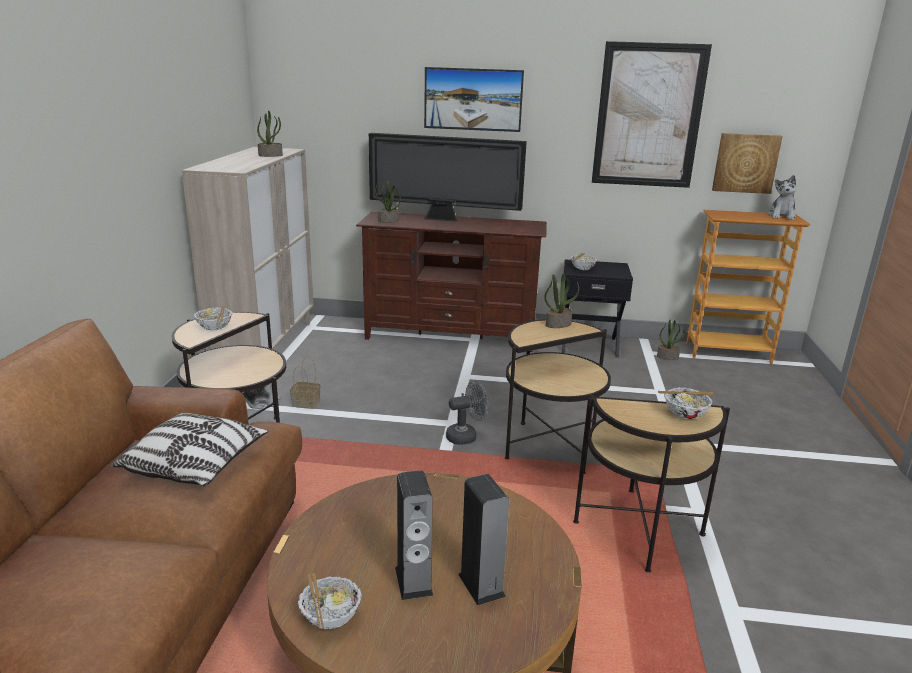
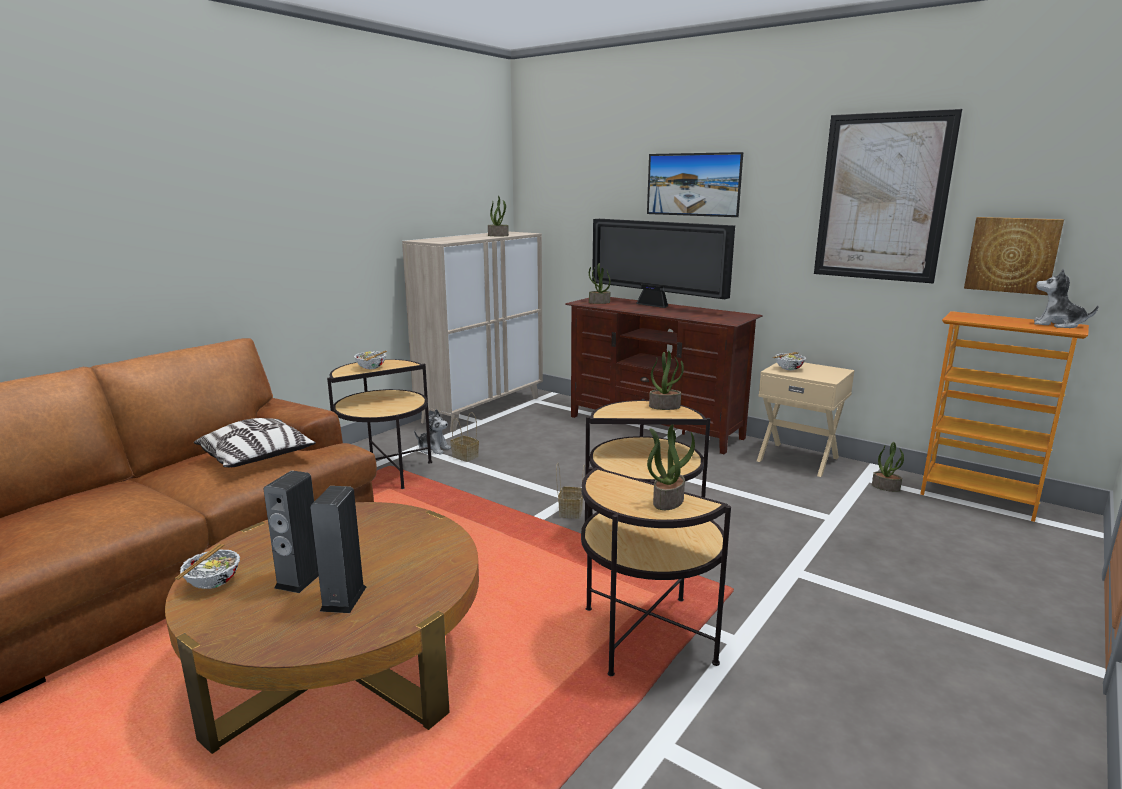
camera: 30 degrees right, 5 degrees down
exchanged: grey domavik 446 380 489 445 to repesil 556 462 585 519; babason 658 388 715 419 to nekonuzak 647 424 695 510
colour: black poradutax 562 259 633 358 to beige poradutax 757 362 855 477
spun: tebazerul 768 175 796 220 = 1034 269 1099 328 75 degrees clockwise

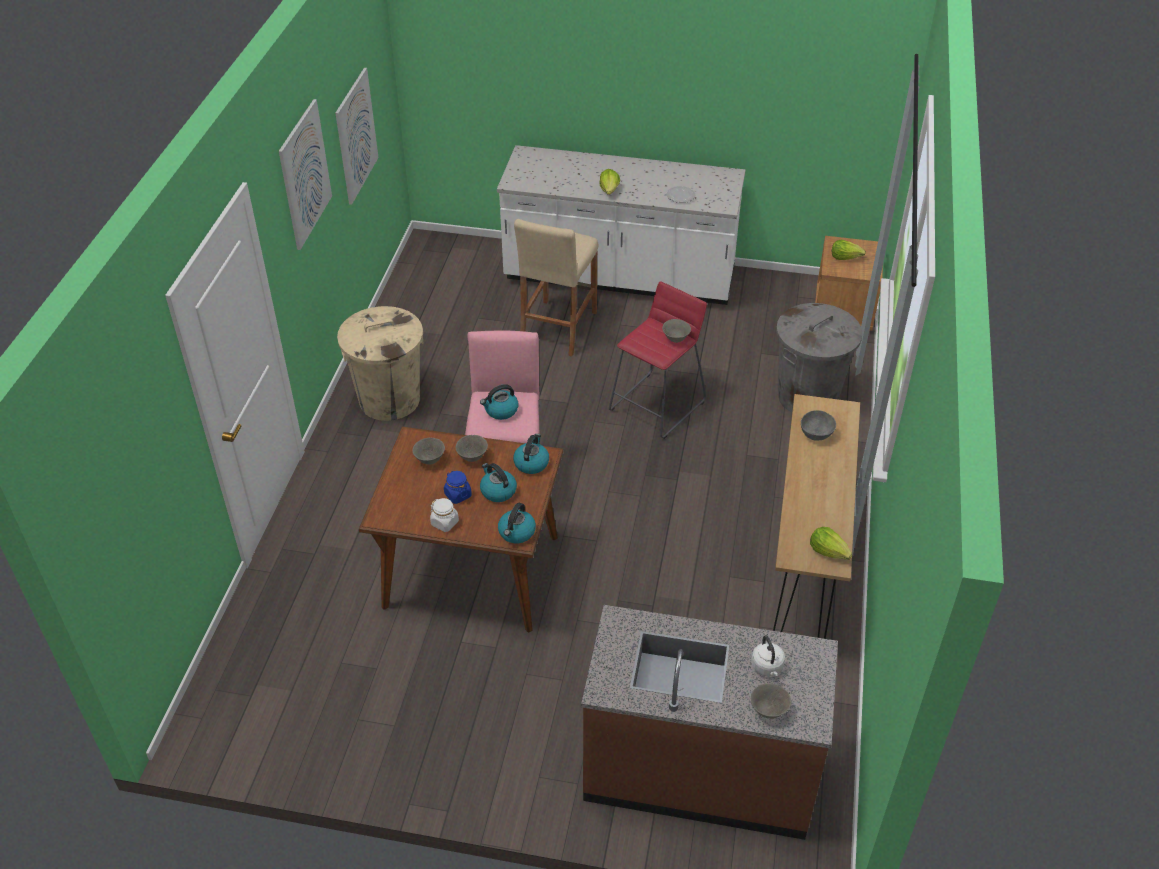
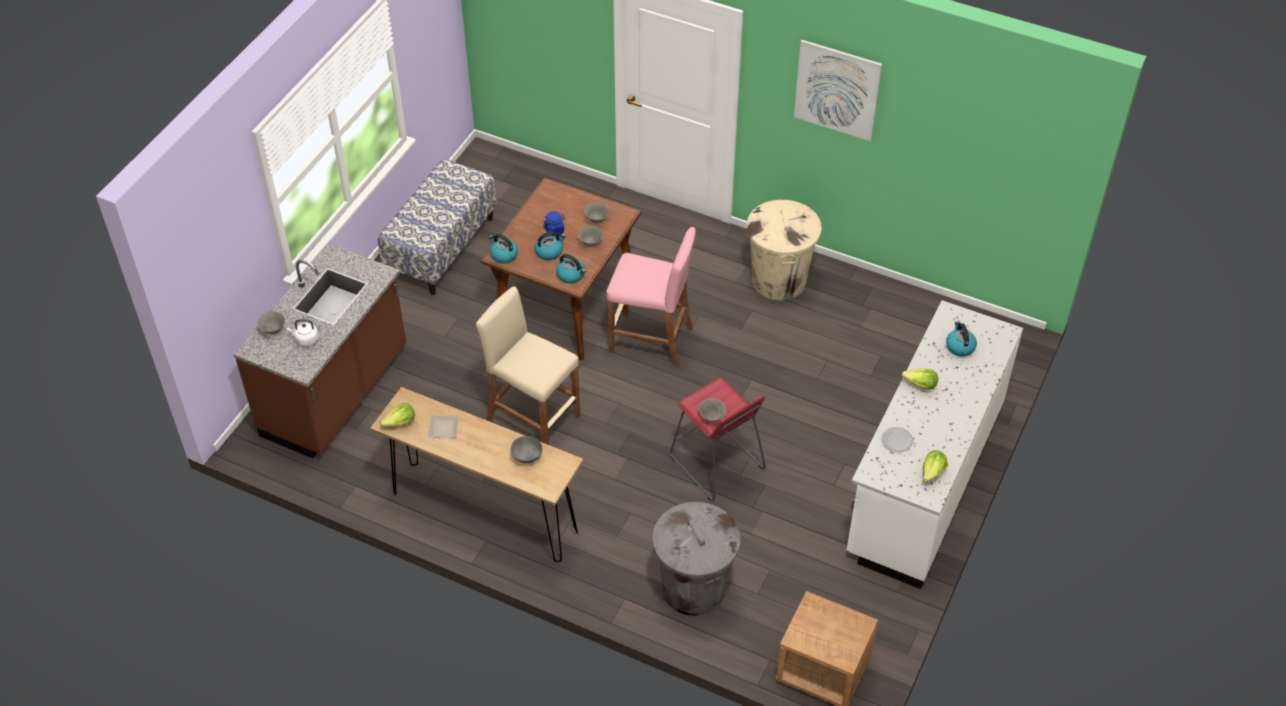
camera: 105 degrees right, 5 degrees up
missing: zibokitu 335 68 379 205; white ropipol 430 498 459 532
appeared: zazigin 378 159 497 295; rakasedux 428 415 459 438
relocated: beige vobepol 514 219 598 356 to 476 286 581 445; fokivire 832 240 866 260 to 923 450 948 482; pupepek 480 384 519 420 to 946 321 977 356

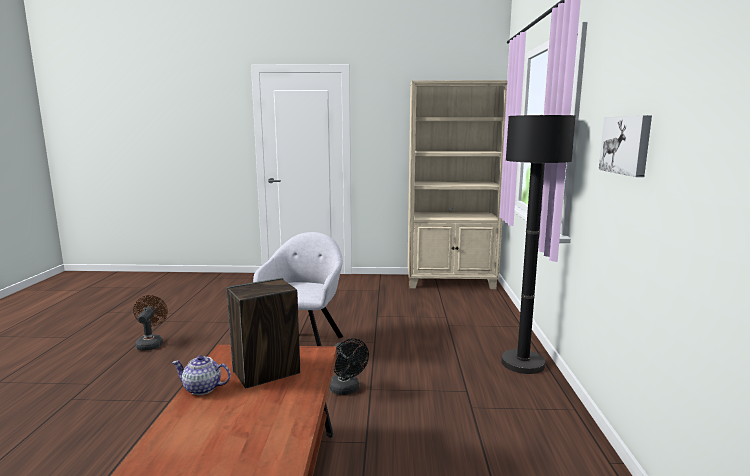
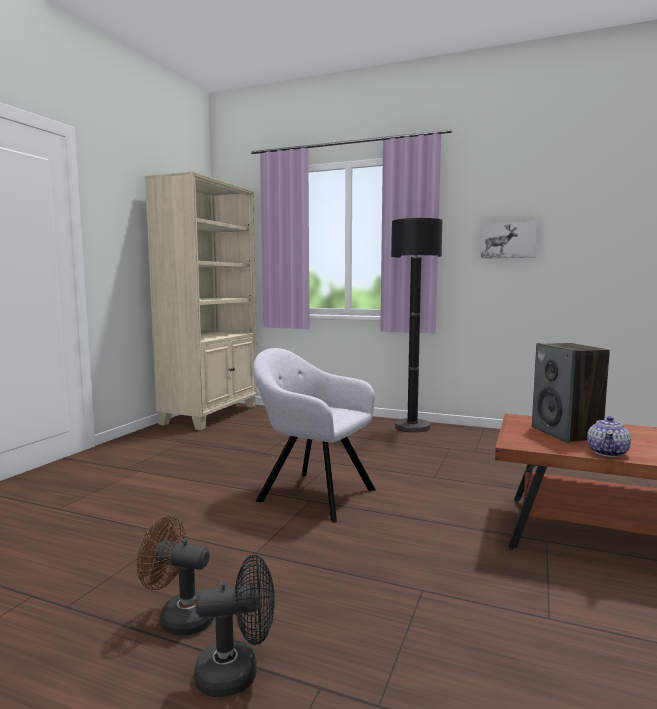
camera: 70 degrees left, 5 degrees down
relocated: black domavik 329 338 369 395 to 194 555 275 697

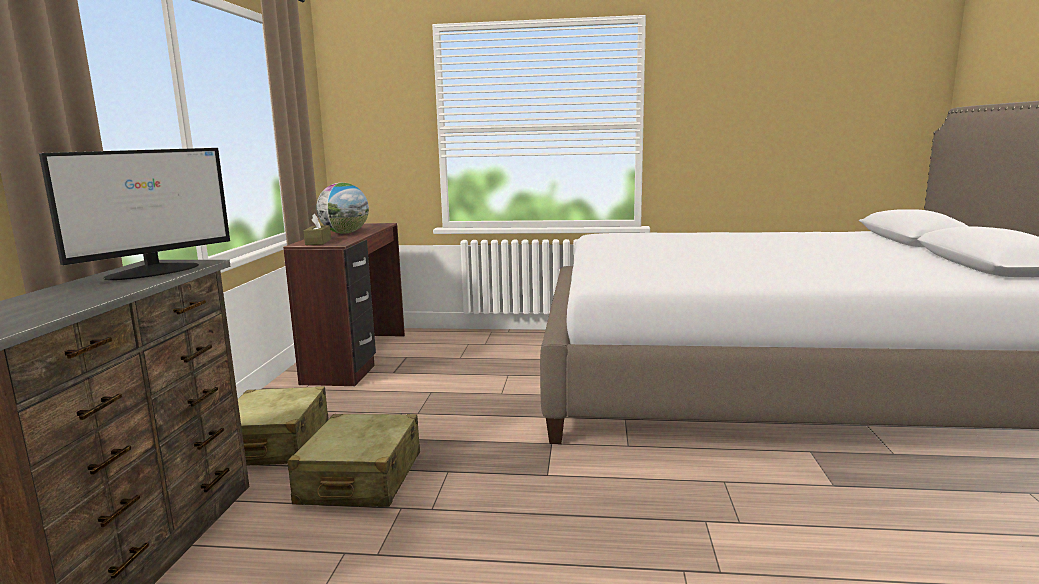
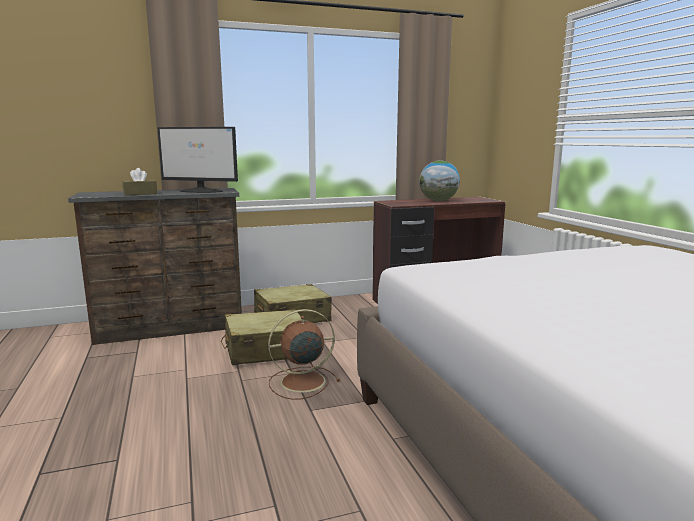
camera: 65 degrees right, 0 degrees up
appeared: brown domavik 268 309 340 400
relocated: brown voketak 304 214 331 245 to 123 168 157 196

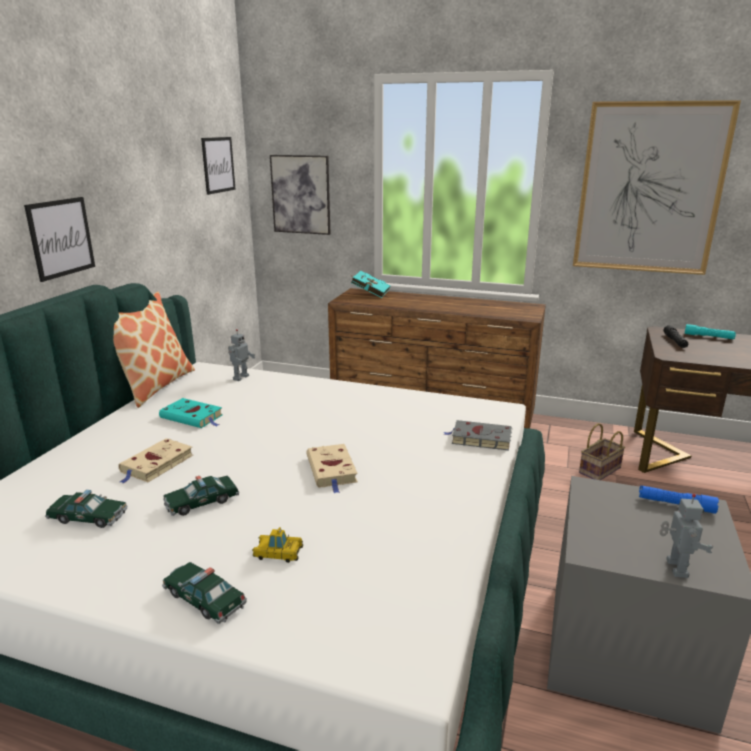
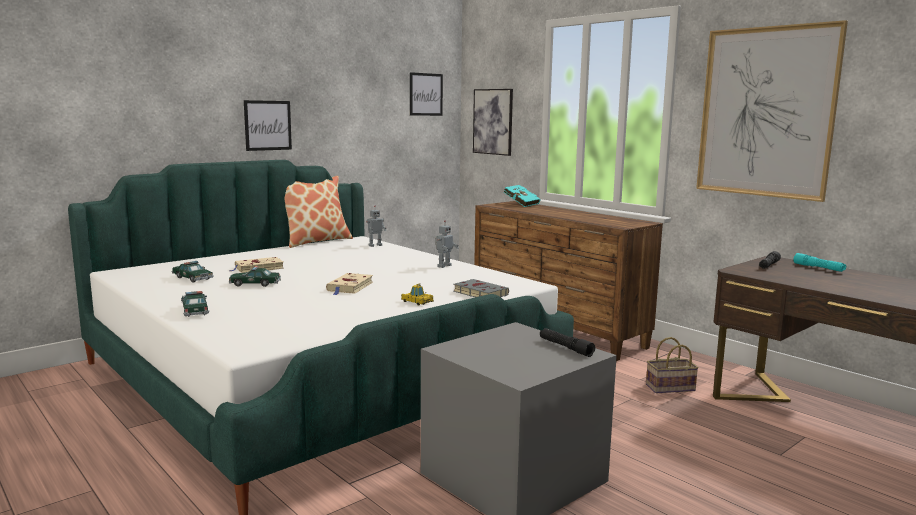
camera: 30 degrees right, 10 degrees down
missing: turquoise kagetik 159 398 223 428
relocated: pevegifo 660 494 713 578 to 435 221 459 268; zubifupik 252 527 303 563 to 401 283 434 306
colour: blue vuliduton 639 486 719 514 to black vuliduton 540 328 595 357

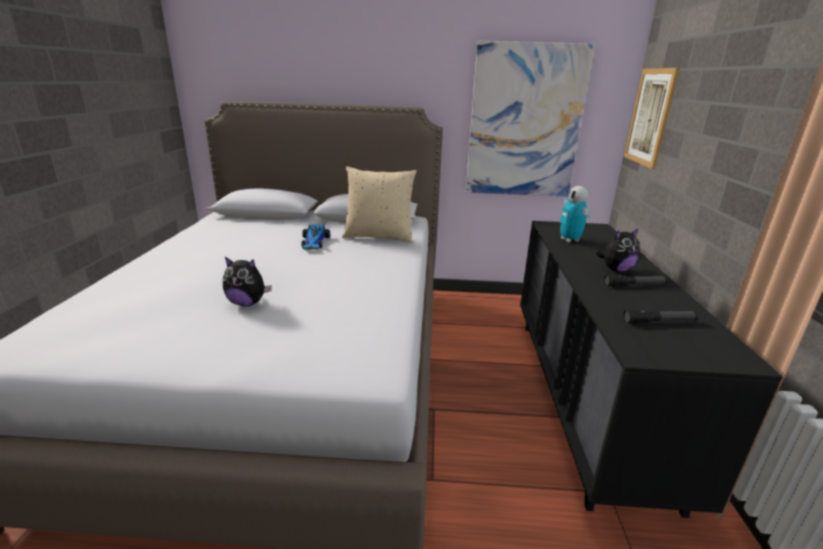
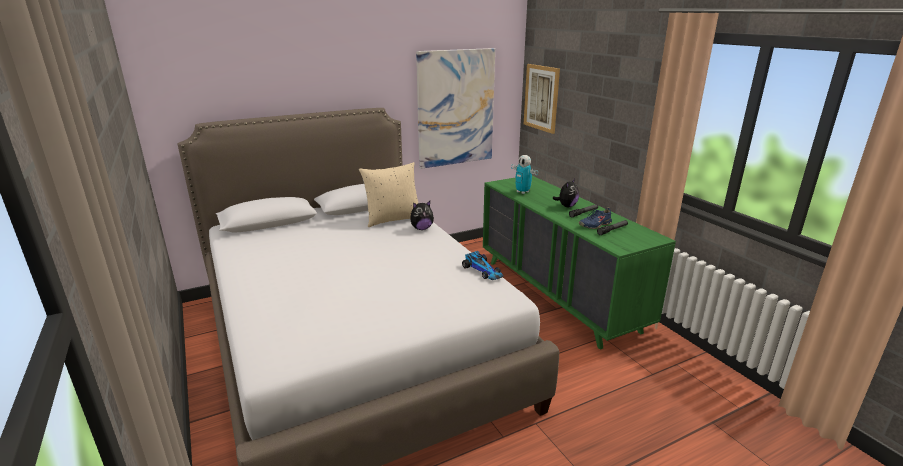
camera: 30 degrees left, 0 degrees up
appeared: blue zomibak 579 207 612 229
relocated: zubifupik 301 224 330 250 to 462 251 504 280; tebazerul 223 257 272 307 to 410 201 434 230
colour: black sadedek 520 221 783 518 to green sadedek 483 176 676 350

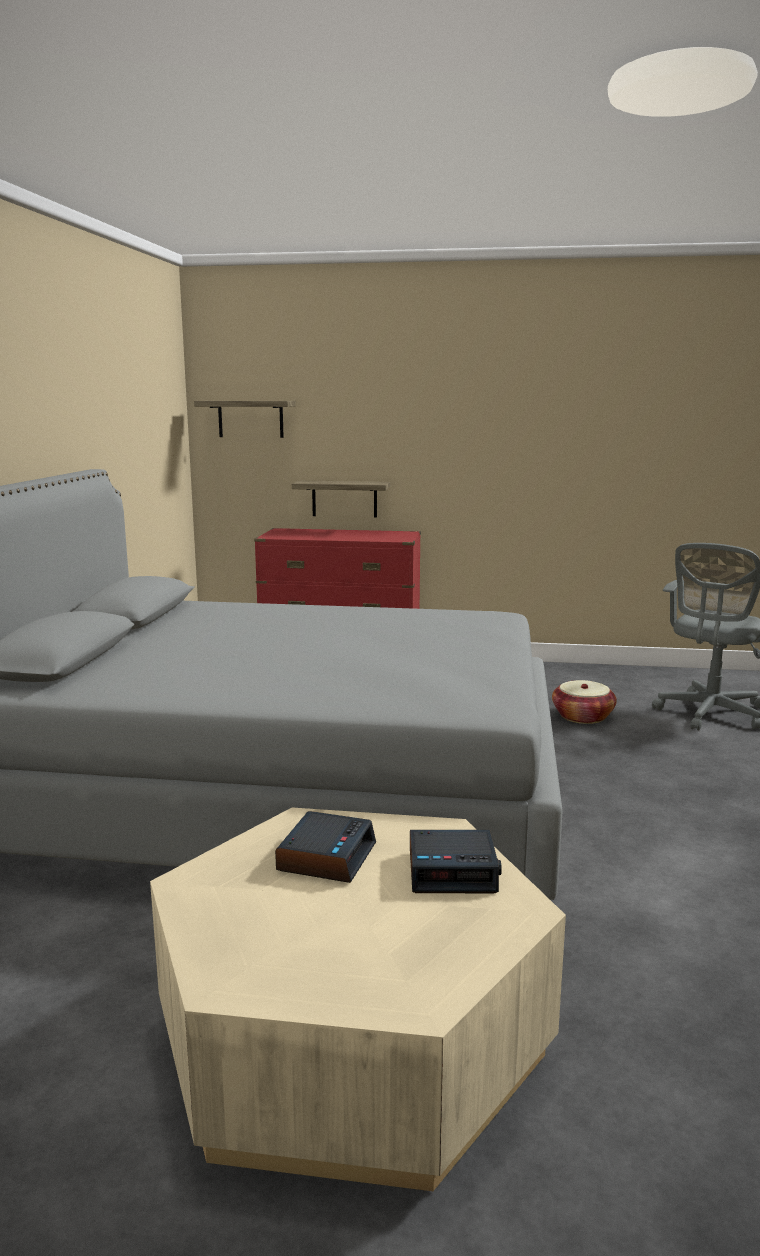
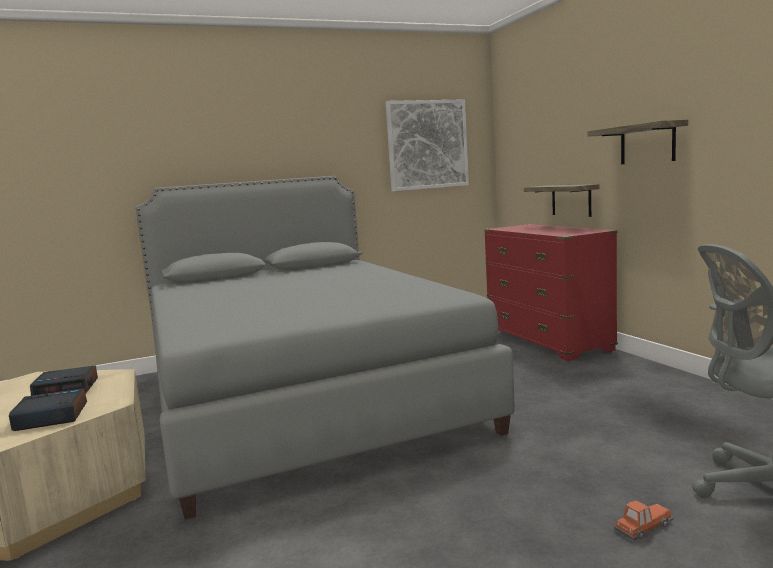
camera: 60 degrees right, 5 degrees down
missing: repesil 552 680 617 724
appeared: zibokitu 386 99 469 191; zubifupik 614 501 674 540
relocated: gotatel 194 401 296 438 to 588 120 688 164
spun: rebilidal 410 830 502 893 = 9 388 87 431 105 degrees clockwise

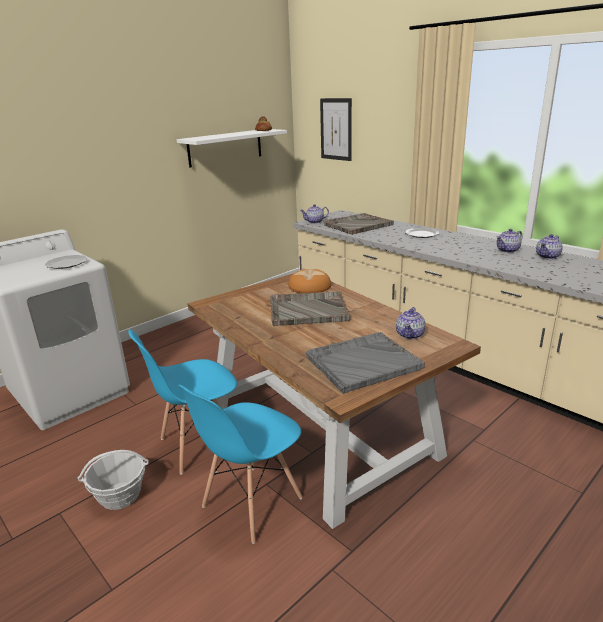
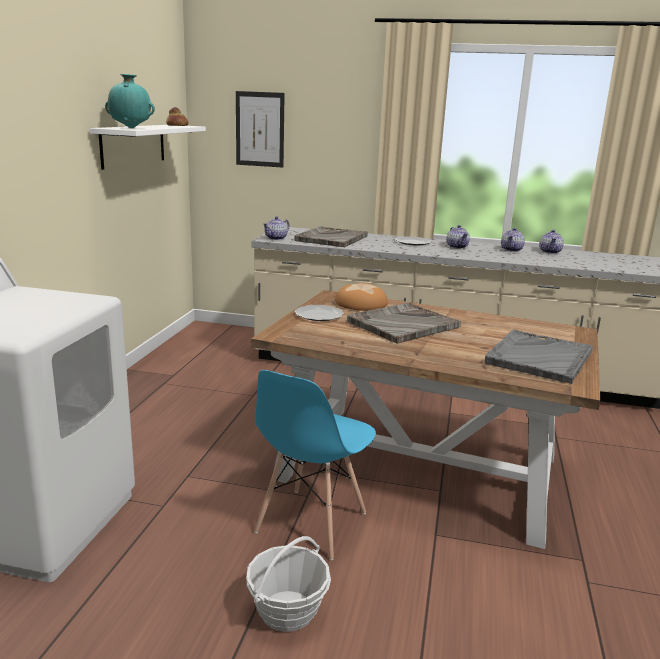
camera: 35 degrees left, 5 degrees down
missing: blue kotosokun 178 385 303 544
appeared: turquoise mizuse 105 74 155 128
relocated: rakasedux 45 255 88 269 to 295 305 344 321; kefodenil 396 307 425 339 to 446 225 470 249

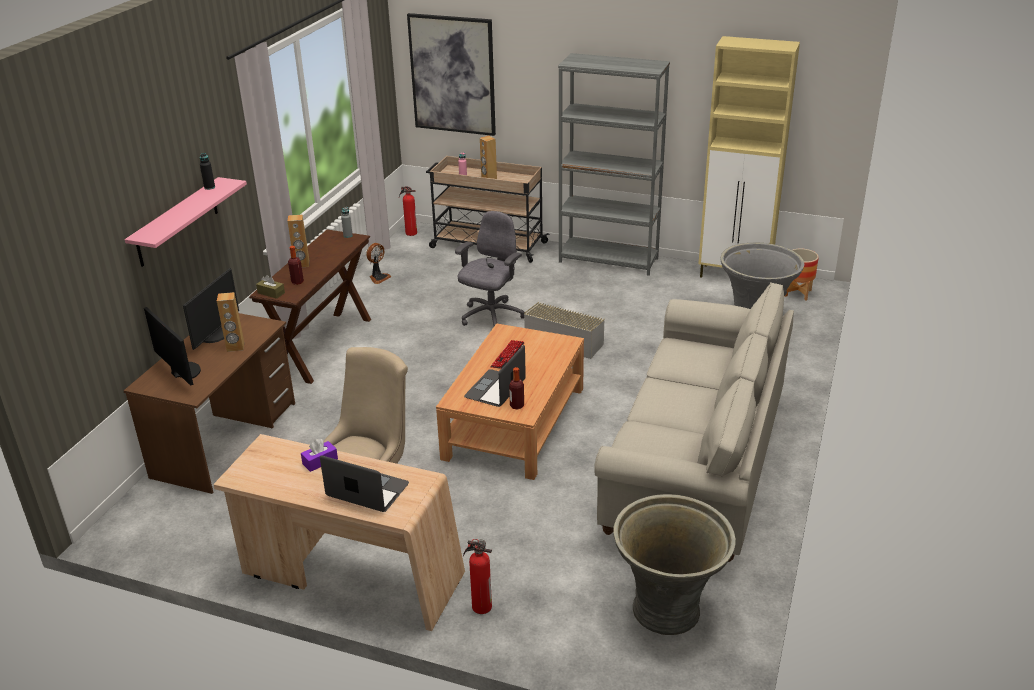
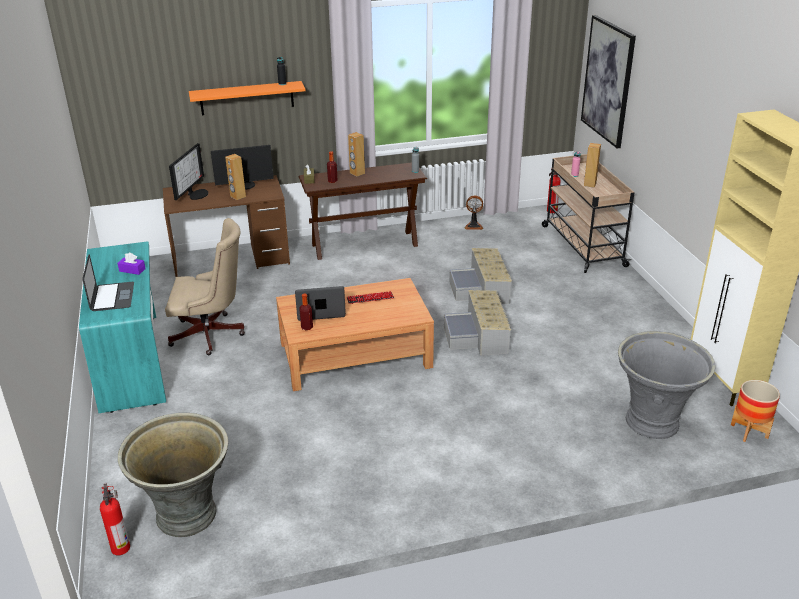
camera: 55 degrees right, 0 degrees up
missing: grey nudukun 558 53 670 276; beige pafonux 594 282 794 562
relocated: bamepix 463 539 492 614 to 100 483 130 555
exchanged: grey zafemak 455 211 524 326 to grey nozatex 449 248 512 304
colour: pink gotatel 125 177 247 267 to orange gotatel 189 81 305 115; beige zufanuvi 213 434 465 631 to turquoise zufanuvi 79 241 166 413

